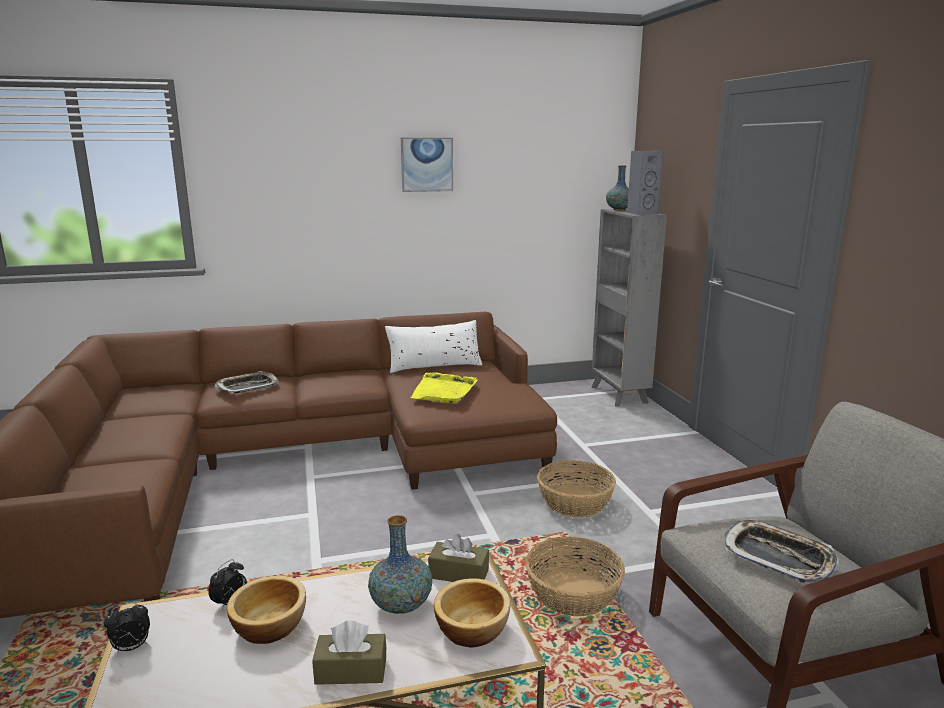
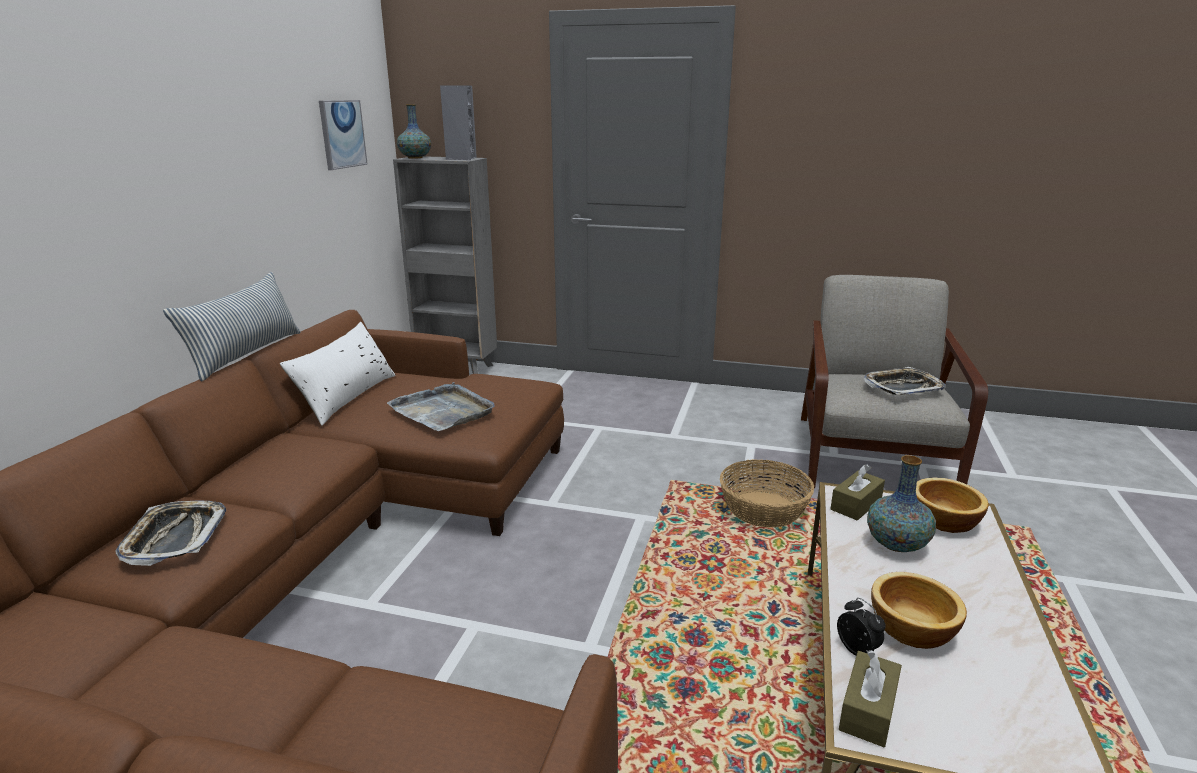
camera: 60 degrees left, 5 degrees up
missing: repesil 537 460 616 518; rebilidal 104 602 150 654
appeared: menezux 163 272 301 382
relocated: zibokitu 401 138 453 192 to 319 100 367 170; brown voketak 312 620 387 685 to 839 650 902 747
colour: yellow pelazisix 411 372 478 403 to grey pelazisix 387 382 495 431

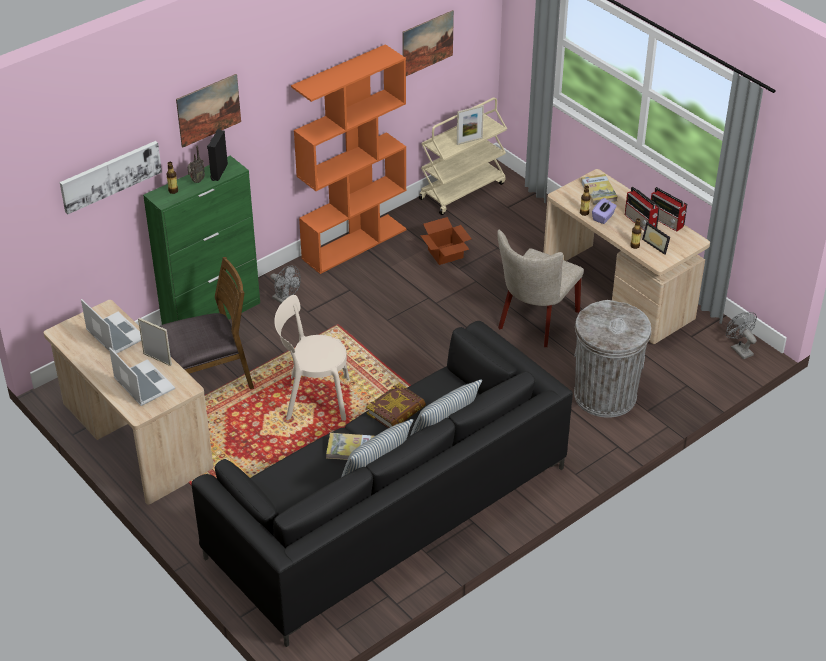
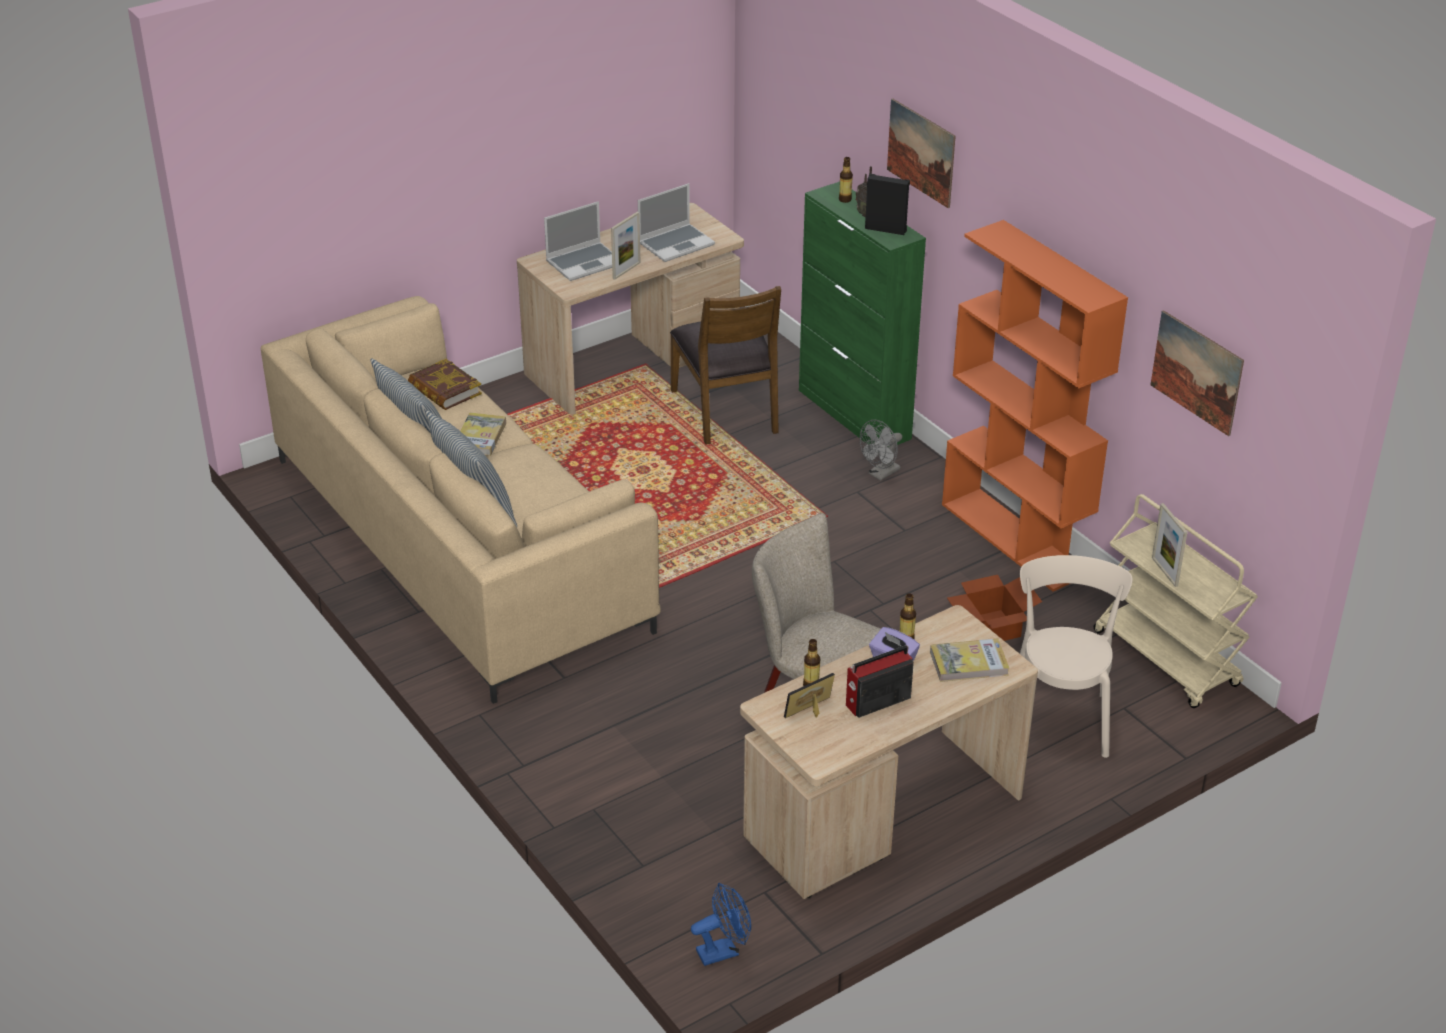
camera: 95 degrees right, 5 degrees down
missing: zibokitu 60 141 162 215; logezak 651 187 687 232; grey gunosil 574 300 651 418
relocated: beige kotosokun 274 295 350 421 to 1020 555 1133 758; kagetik 366 383 426 428 to 408 359 482 410
colour: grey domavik 726 312 757 359 to blue domavik 691 883 751 966; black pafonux 192 321 573 647 to beige pafonux 261 296 661 704

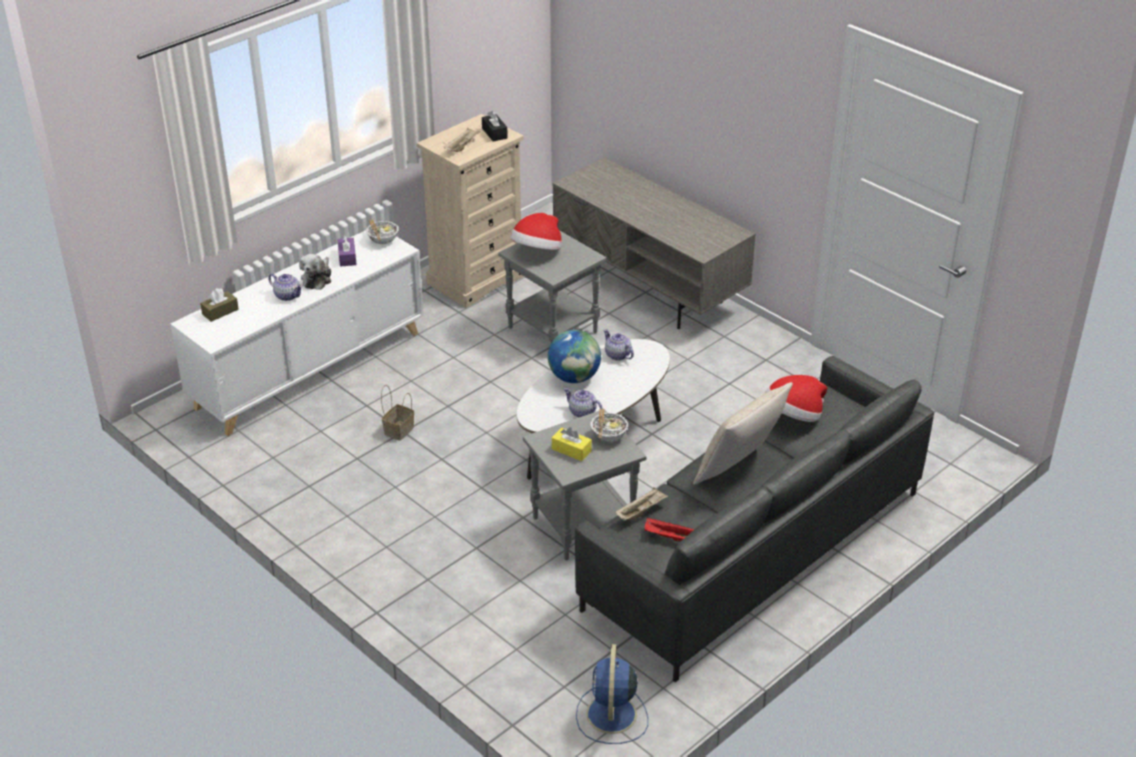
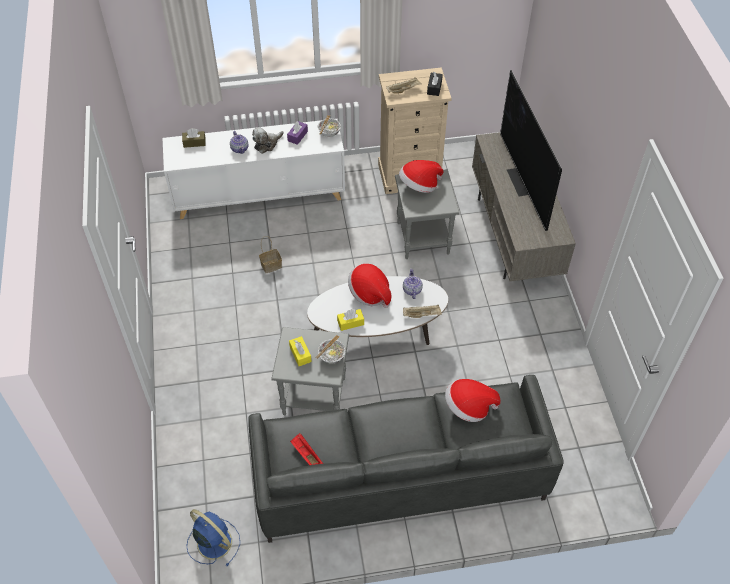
camera: 35 degrees right, 15 degrees up
missing: beige menezux 693 382 793 485
appeared: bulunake 500 70 562 231
relocated: beige pelazisix 615 487 668 521 to 403 304 442 318
exchanged: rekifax 548 330 601 383 to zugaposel 348 263 391 308; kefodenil 564 388 603 418 to yellow voketak 337 309 364 331
spun: blue domavik 576 644 648 744 = 186 509 240 567 90 degrees clockwise

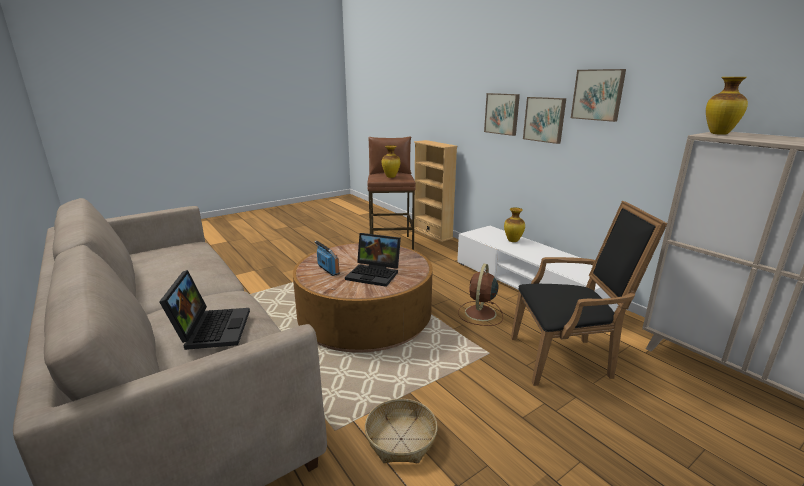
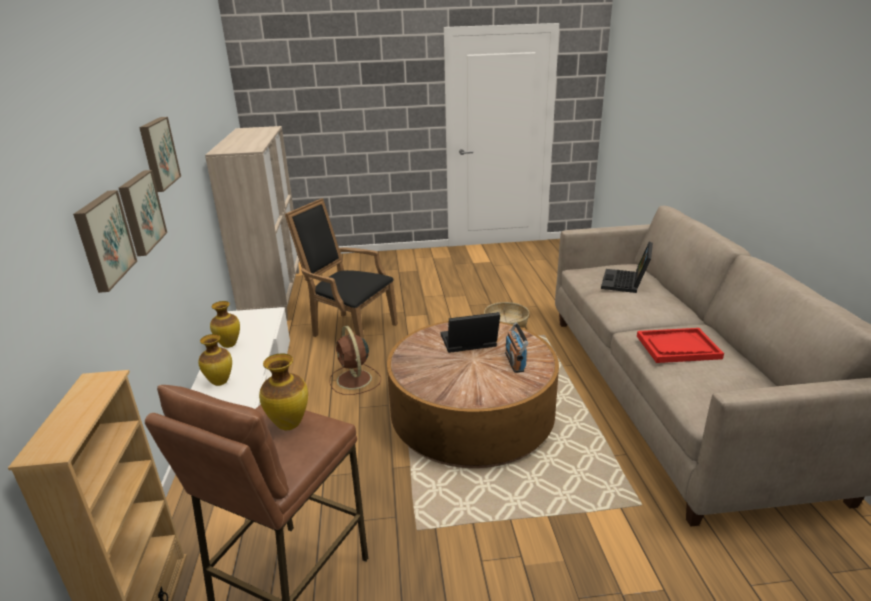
camera: 150 degrees left, 5 degrees up
appeared: red pelazisix 637 328 724 363
relocated: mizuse 706 77 748 135 to 210 301 240 348
spun: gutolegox 345 233 401 287 = 441 312 500 353 60 degrees counterclockwise; brown domavik 458 264 503 326 = 329 326 381 395 105 degrees clockwise

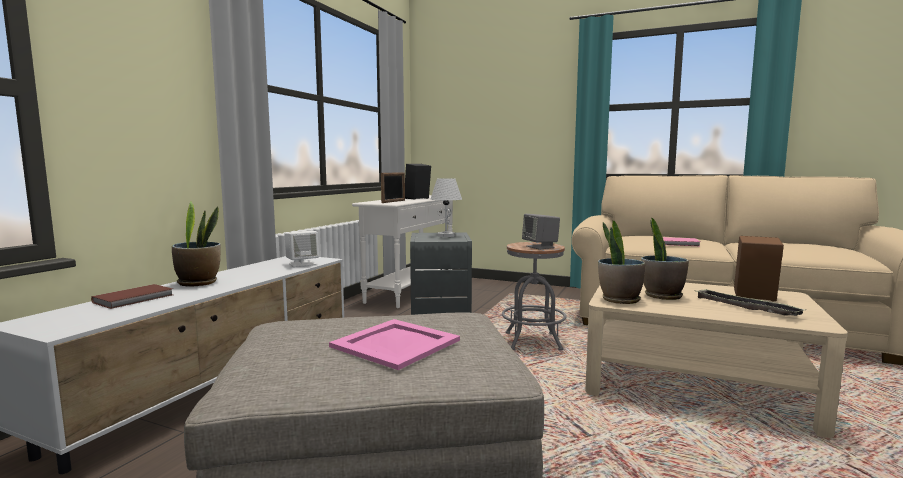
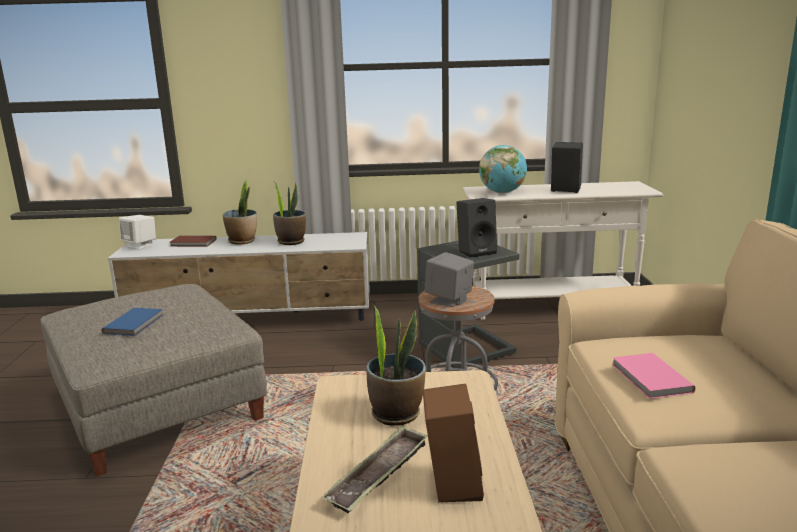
camera: 65 degrees right, 10 degrees up
relocated: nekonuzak 598 220 645 304 to 273 183 306 245; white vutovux 284 231 319 267 to 119 215 156 249
exchanged: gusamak 381 172 405 203 to rekifax 479 145 527 193; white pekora 430 178 462 237 to black vutovux 456 198 497 258; pink pelazisix 329 319 460 370 to blue kagetik 102 308 163 336

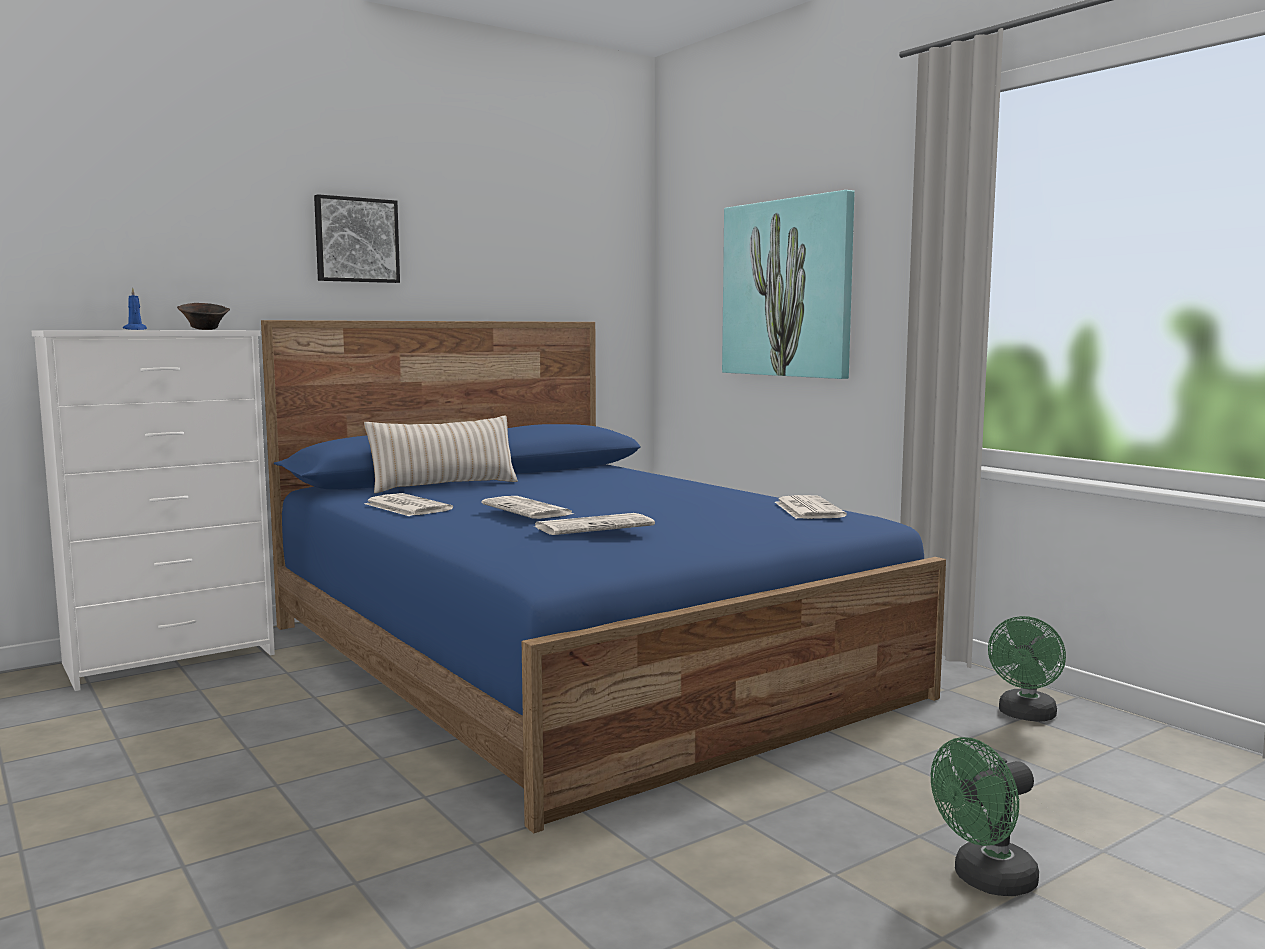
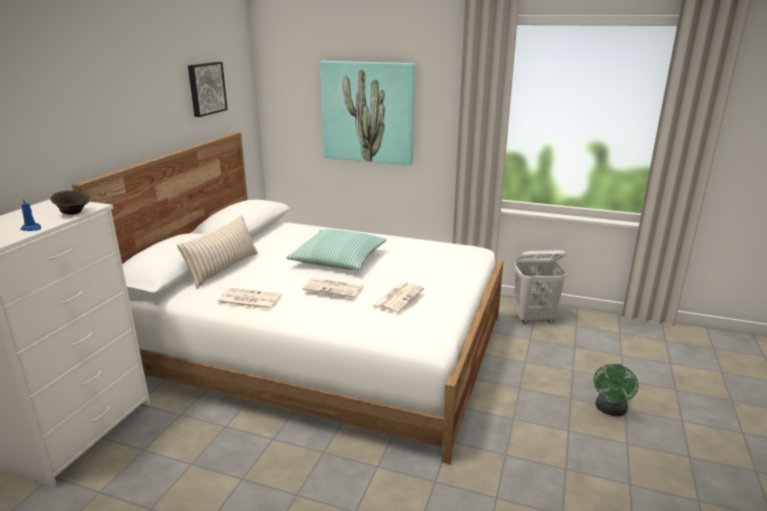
camera: 35 degrees left, 15 degrees up
missing: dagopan 775 495 847 519
appeared: menezux 286 229 387 270
relocated: zibokitu 314 194 400 283 to 188 62 228 117
exchanged: green domavik 988 616 1066 722 to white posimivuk 514 250 567 324
colour: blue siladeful 261 320 946 833 to white siladeful 72 132 503 464

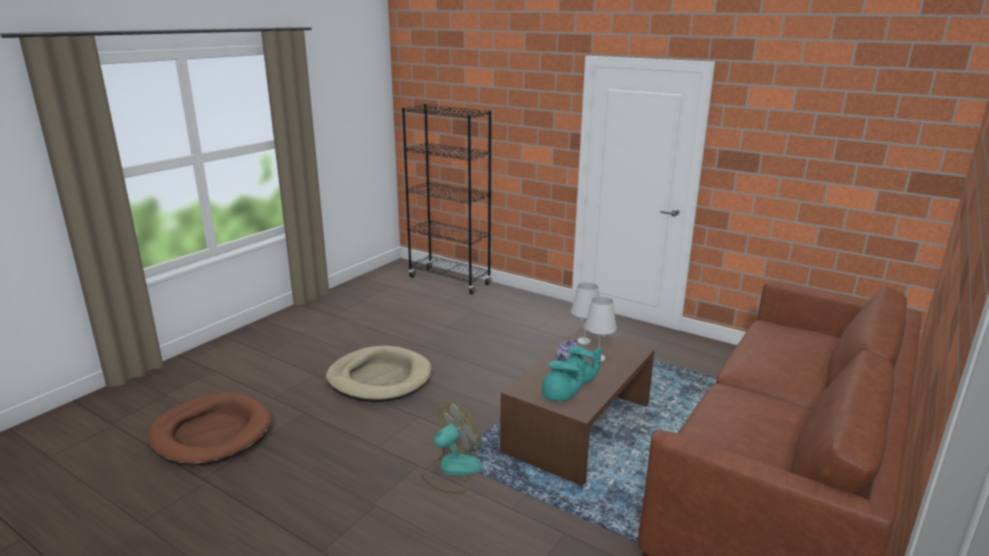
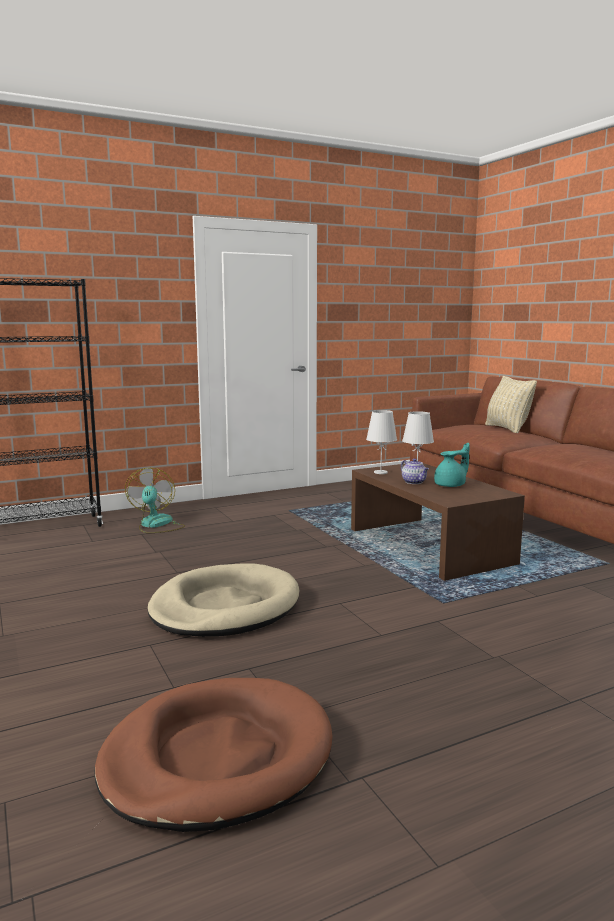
camera: 60 degrees left, 10 degrees down
missing: turquoise kefodenil 542 359 585 401
appeared: beige menezux 485 376 537 433
relocated: domavik 422 402 483 494 to 125 468 185 533

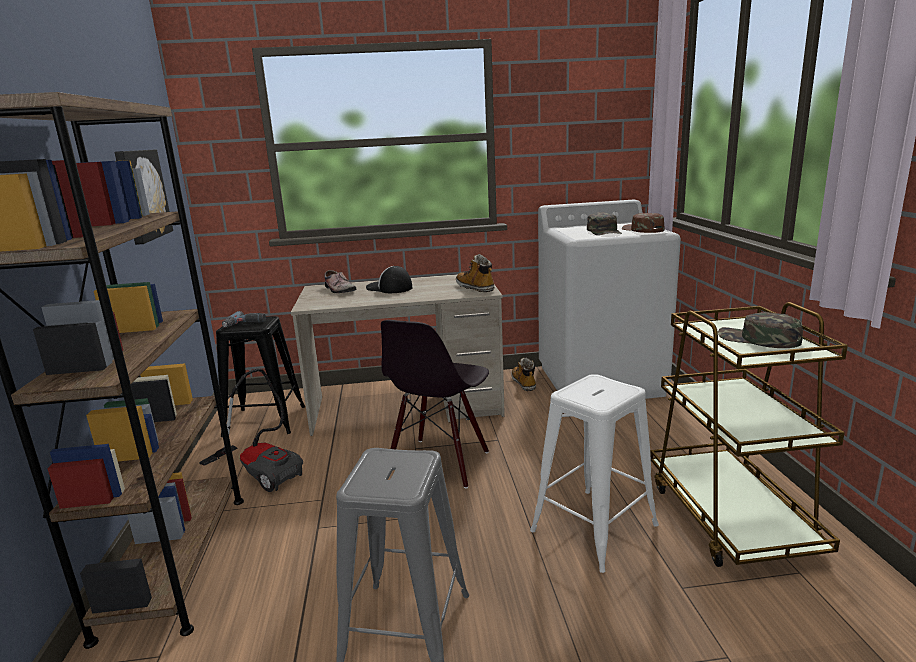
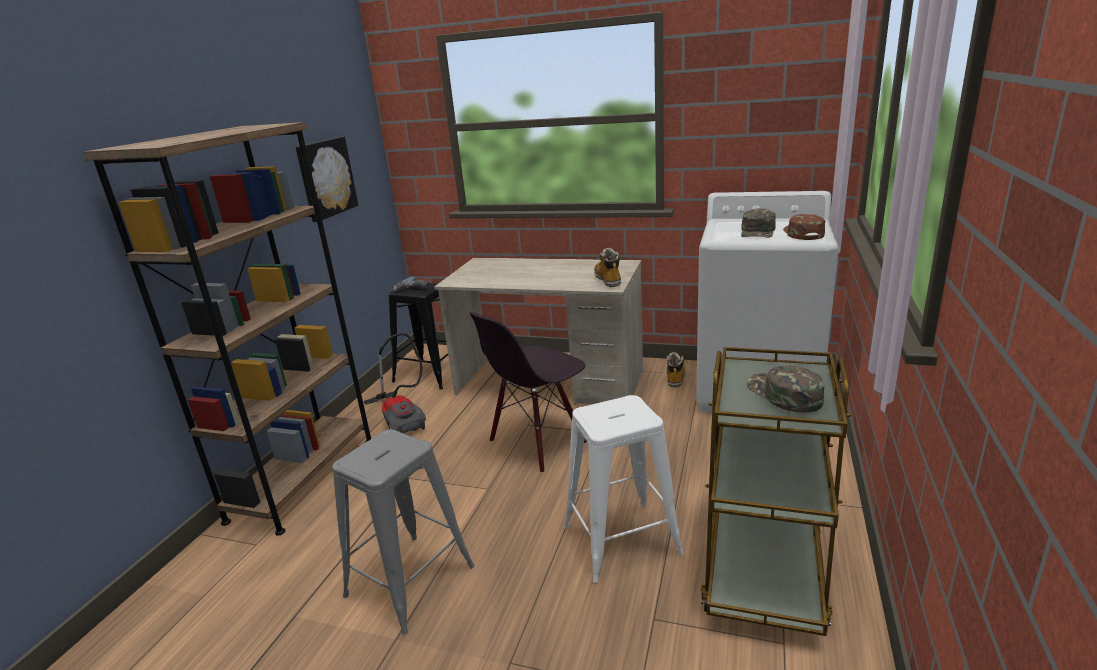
camera: 25 degrees right, 5 degrees up
missing: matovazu 366 266 413 293; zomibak 324 270 357 293

